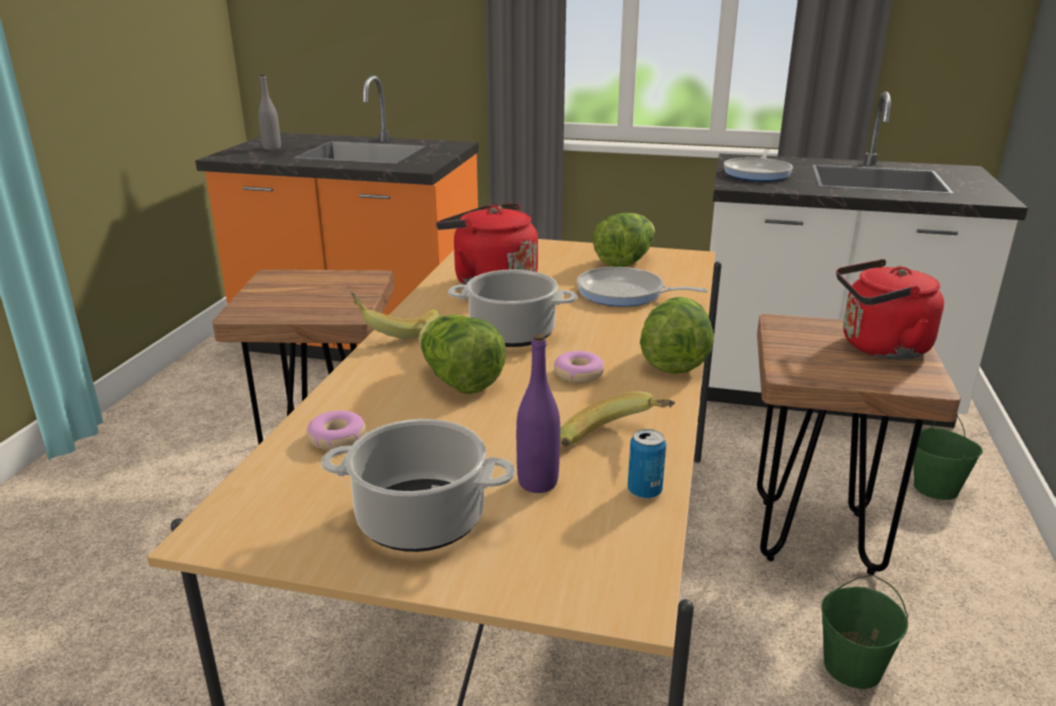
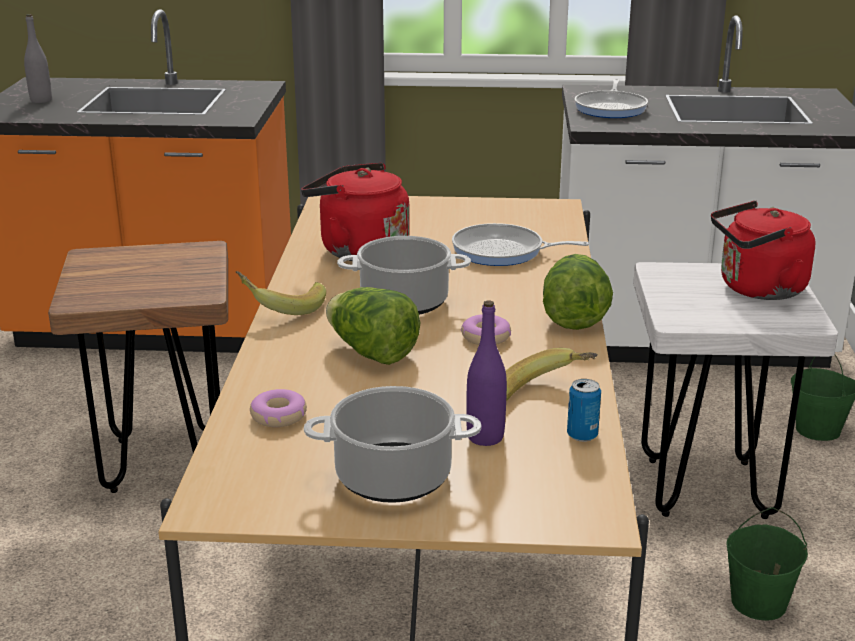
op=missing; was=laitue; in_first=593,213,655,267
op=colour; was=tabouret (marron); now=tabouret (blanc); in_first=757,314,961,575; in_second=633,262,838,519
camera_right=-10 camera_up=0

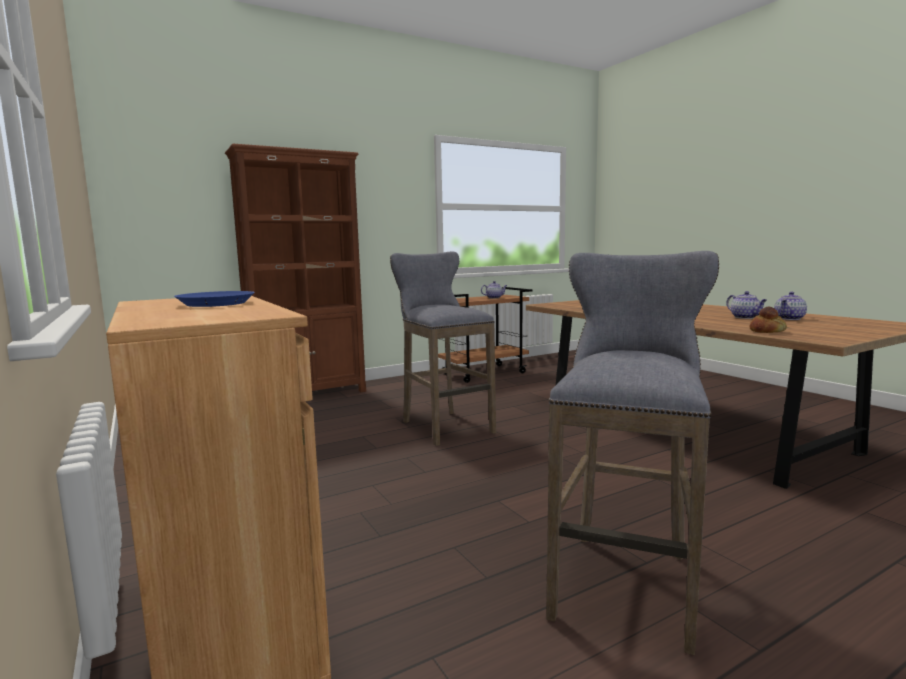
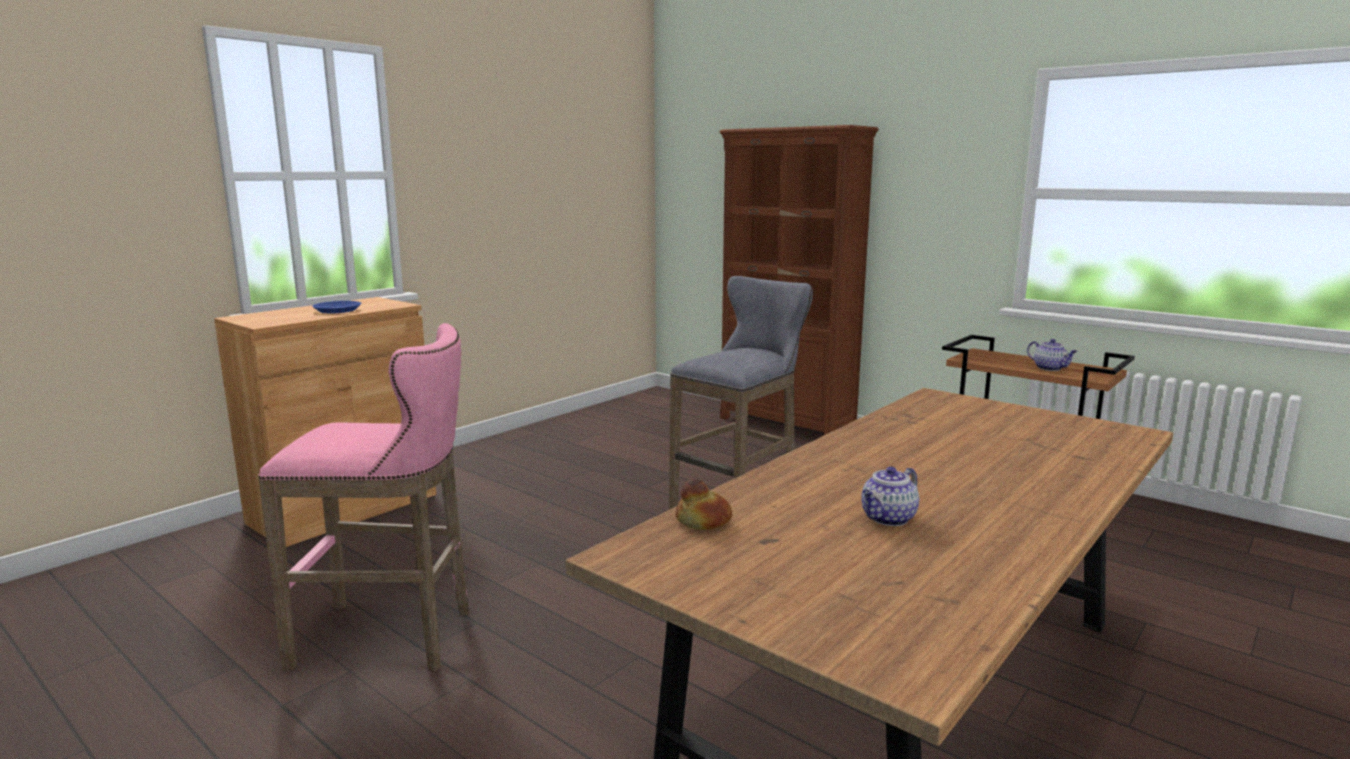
op=colour; was=tabouret (gris); now=tabouret (rose); in_first=546,251,719,655; in_second=259,323,470,671
op=missing; was=théière; in_first=774,292,807,320
camera_right=70 camera_up=5

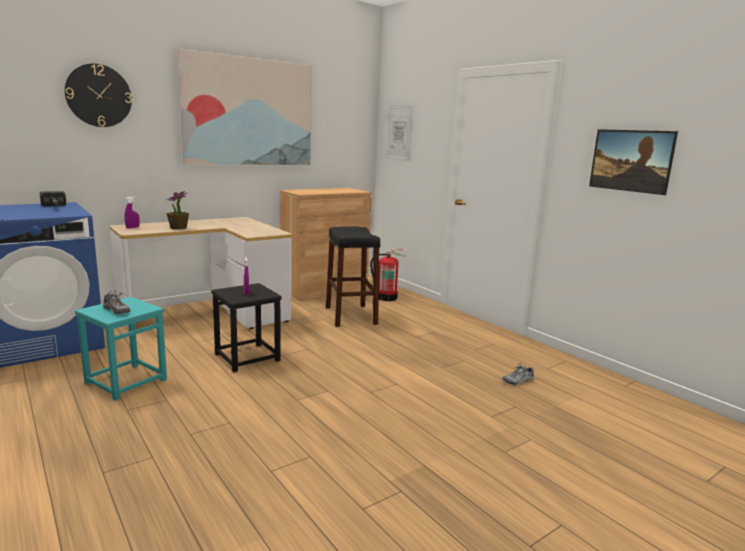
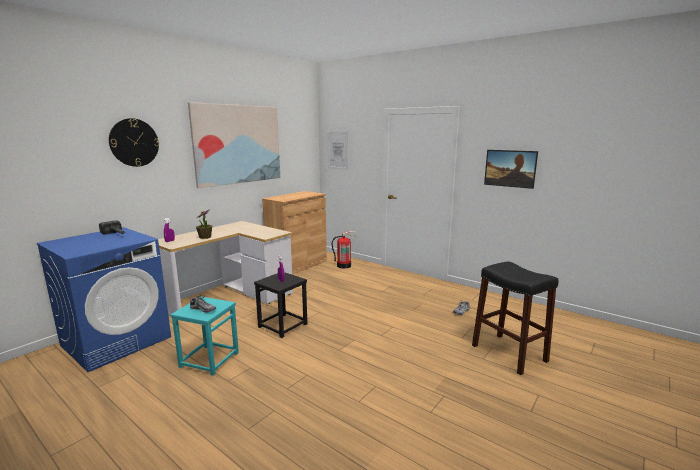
op=relocated; was=tabouret (noir); in_first=326,226,381,327; in_second=472,261,558,375
camera_right=-15 camera_up=0

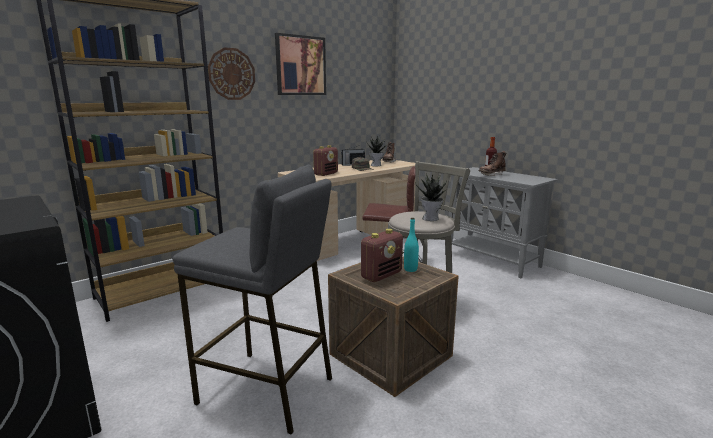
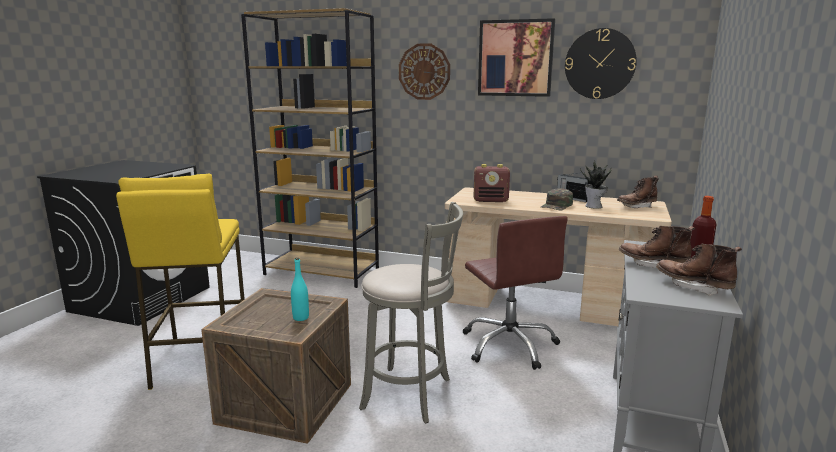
op=colour; was=tabouret (gris); now=tabouret (jaune); in_first=172,164,332,435; in_second=116,174,245,390
op=missing; was=plante en pot; in_first=415,173,447,221
op=missing; was=radio; in_first=361,229,403,282
op=appeared; now=horloge murale; in_second=565,28,637,99
op=appeared; now=botte (marron); in_second=656,244,742,296
camera_right=60 camera_up=0

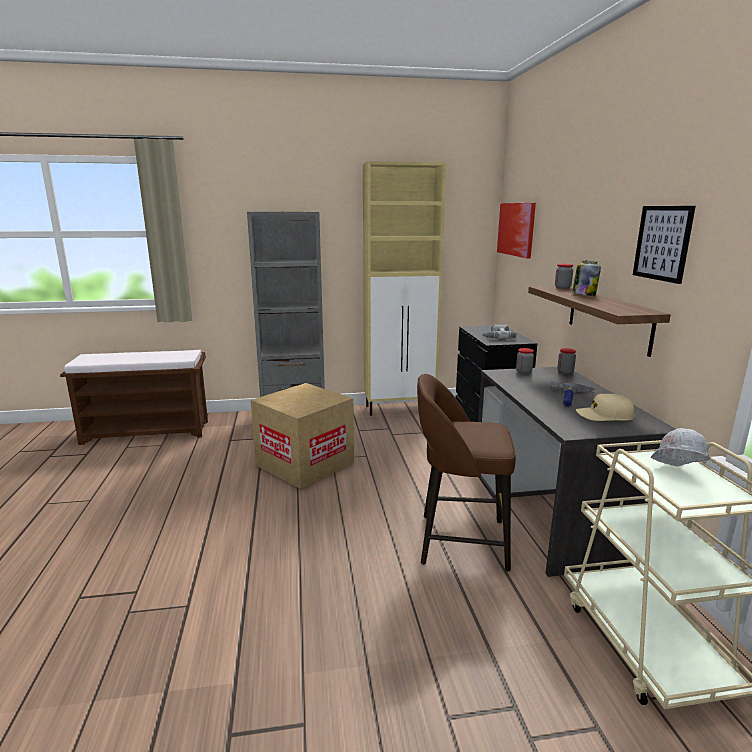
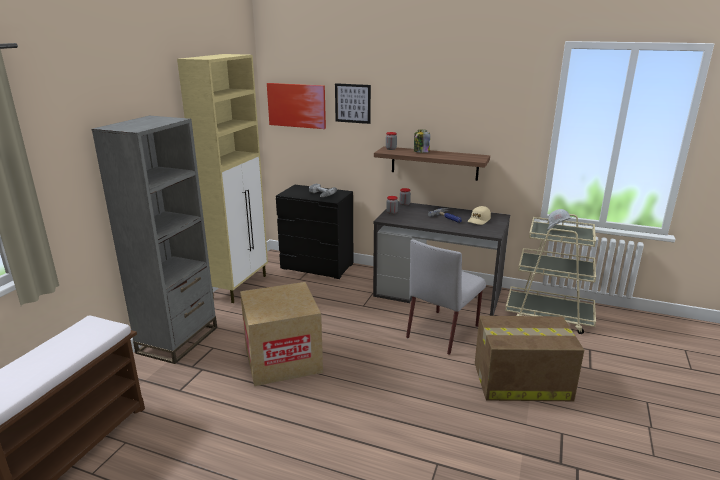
op=relocated; was=tableau; in_first=633,206,696,284; in_second=335,83,371,124
op=exchanged; was=tabouret (marron); now=chaise (gris); in_first=417,374,516,571; in_second=406,239,486,355
op=appeared; now=carton; in_second=475,316,584,401
camera_right=-60 camera_up=5

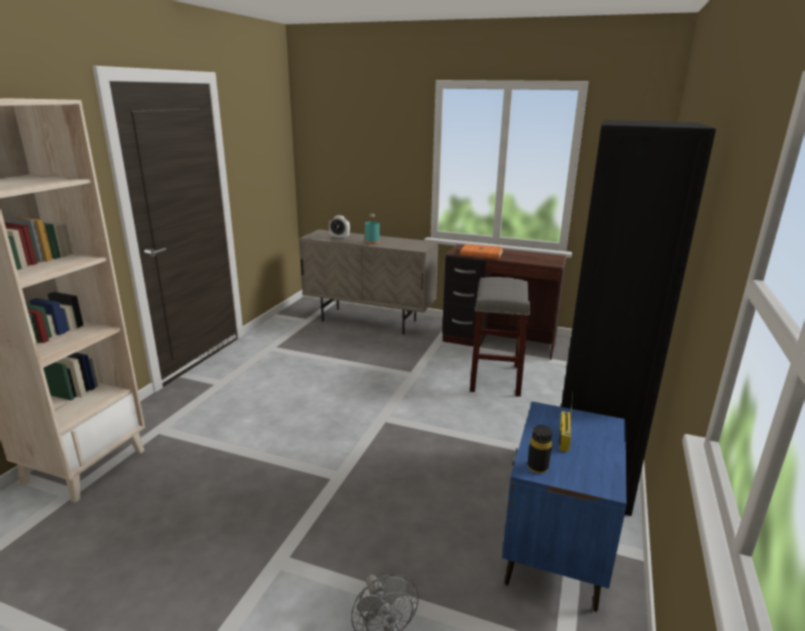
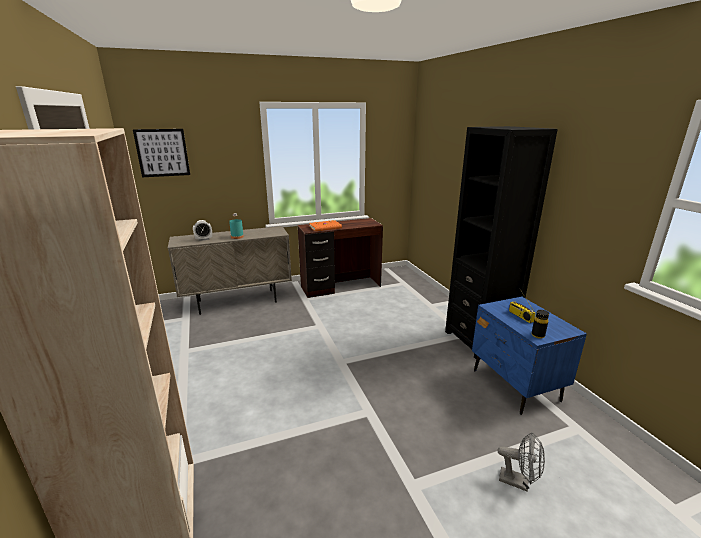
op=missing; was=tabouret (gris); in_first=470,277,530,397
op=appeared; now=tableau; in_second=133,129,190,177
camera_right=-40 camera_up=0

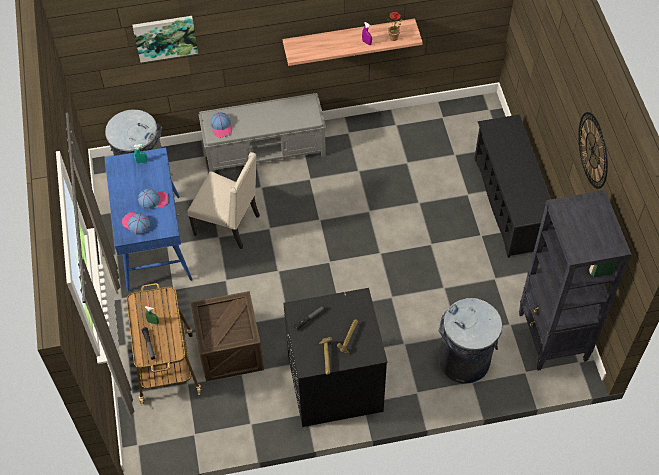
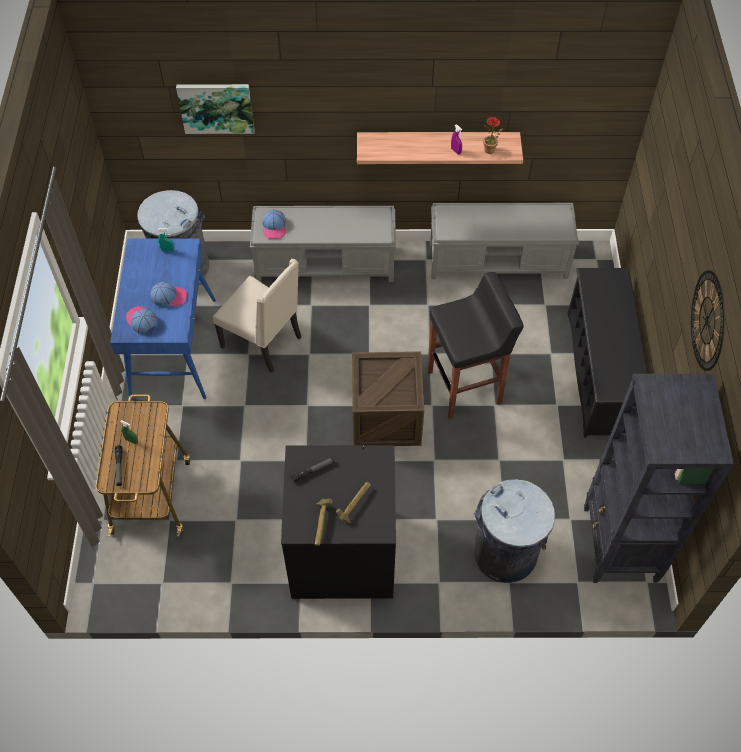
op=relocated; was=caisse; in_first=191,291,264,382; in_second=352,351,424,446
op=appeared; now=banc (gris); in_second=430,203,579,279
op=appeared; now=tabouret (noir); in_second=428,272,524,420
camera_right=10 camera_up=0

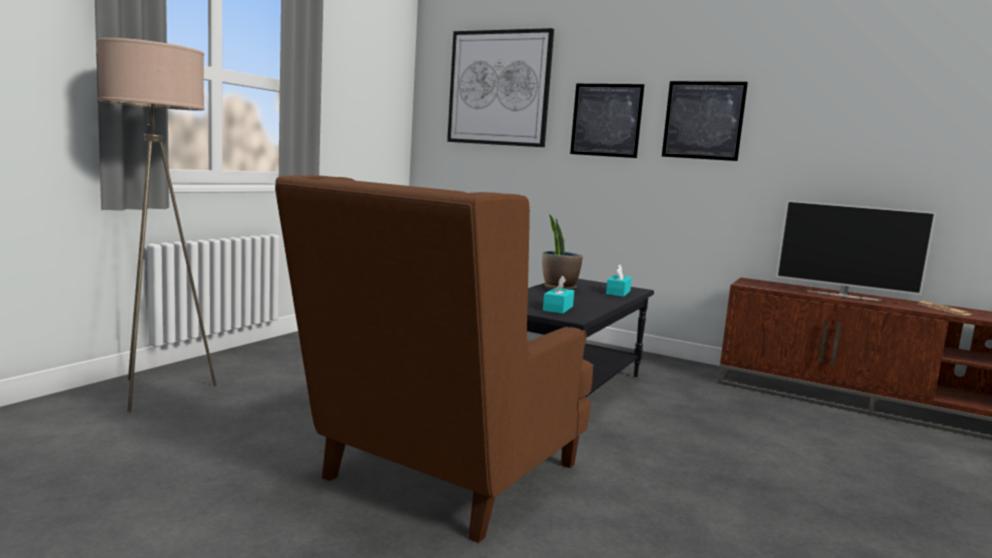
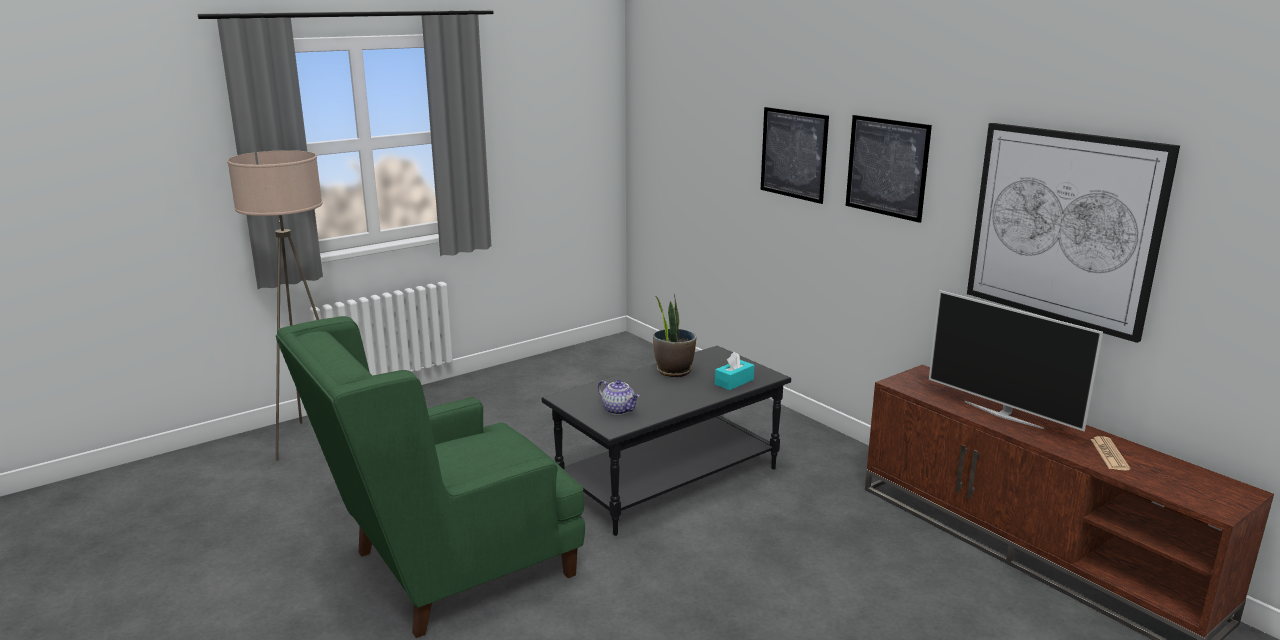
op=relocated; was=tableau; in_first=447,28,554,147; in_second=967,123,1180,343
op=colour; was=fauteuil (marron); now=fauteuil (vert); in_first=275,175,594,543; in_second=276,316,585,638
op=exchanged; was=boîte à mouchoirs (turquoise); now=théière; in_first=543,276,574,314; in_second=598,380,640,415
camera_right=25 camera_up=10

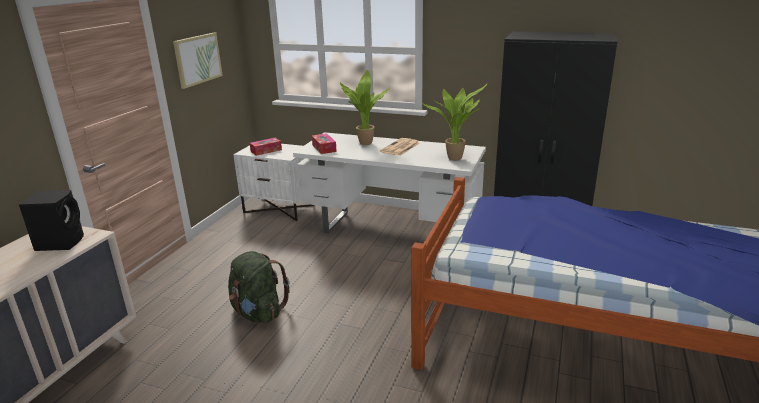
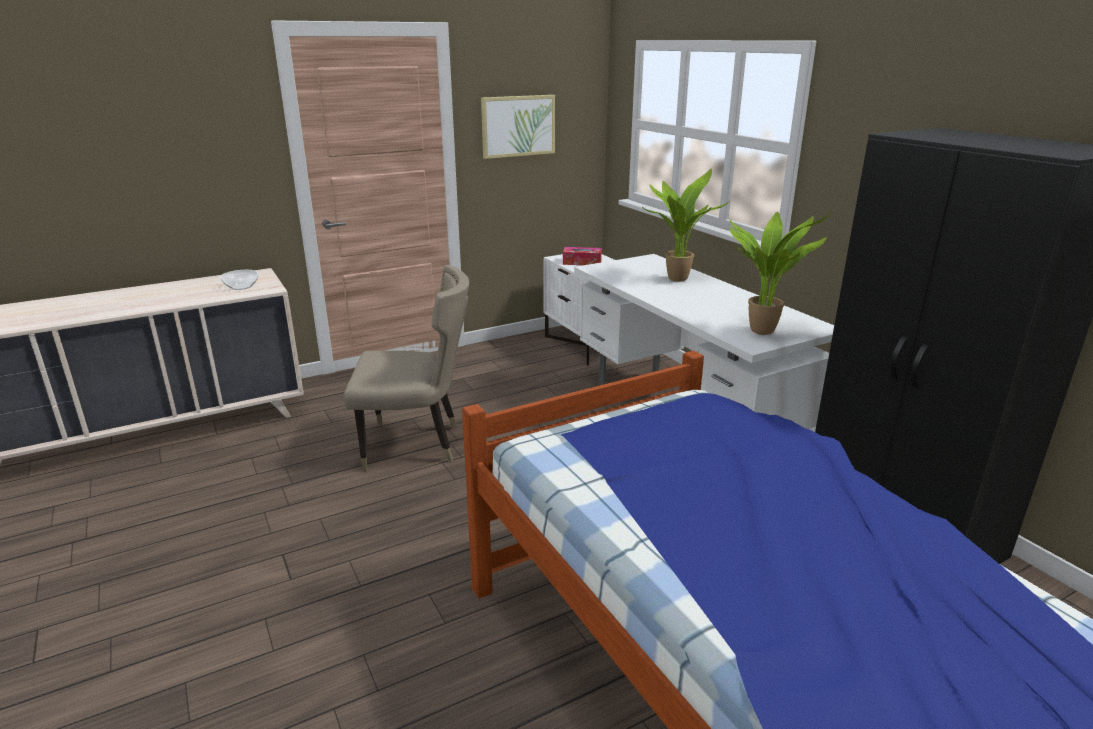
op=missing; was=boîte à mouchoirs; in_first=312,133,337,154
op=missing; was=journal; in_first=380,138,419,156
op=exchanged; was=enceinte (noir); now=bol; in_first=19,190,84,251; in_second=220,270,258,290
op=exchanged; was=sac à dos (vert); now=chaise (beige); in_first=228,251,289,323; in_second=344,265,469,472
camera_right=40 camera_up=0

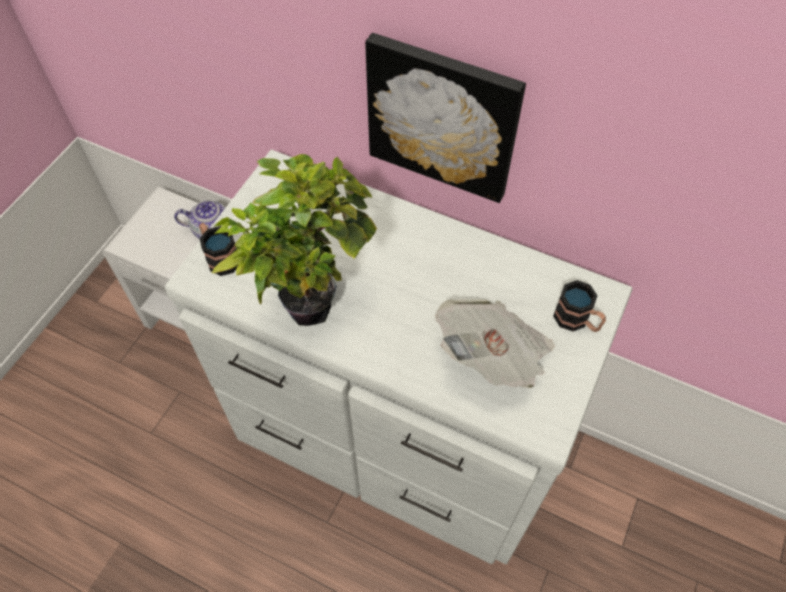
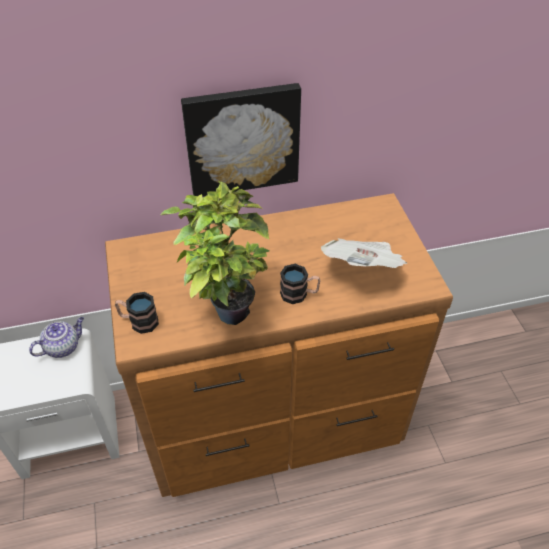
op=colour; was=commode (blanc); now=commode (marron); in_first=165,150,633,564; in_second=105,193,453,497
op=relocated; was=mug; in_first=553,280,606,332; in_second=280,264,320,304
camera_right=-40 camera_up=-10

